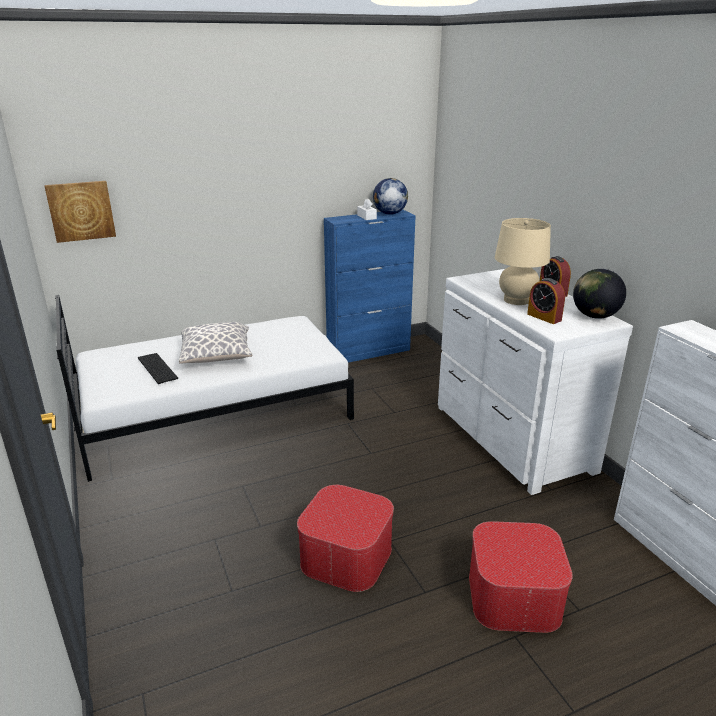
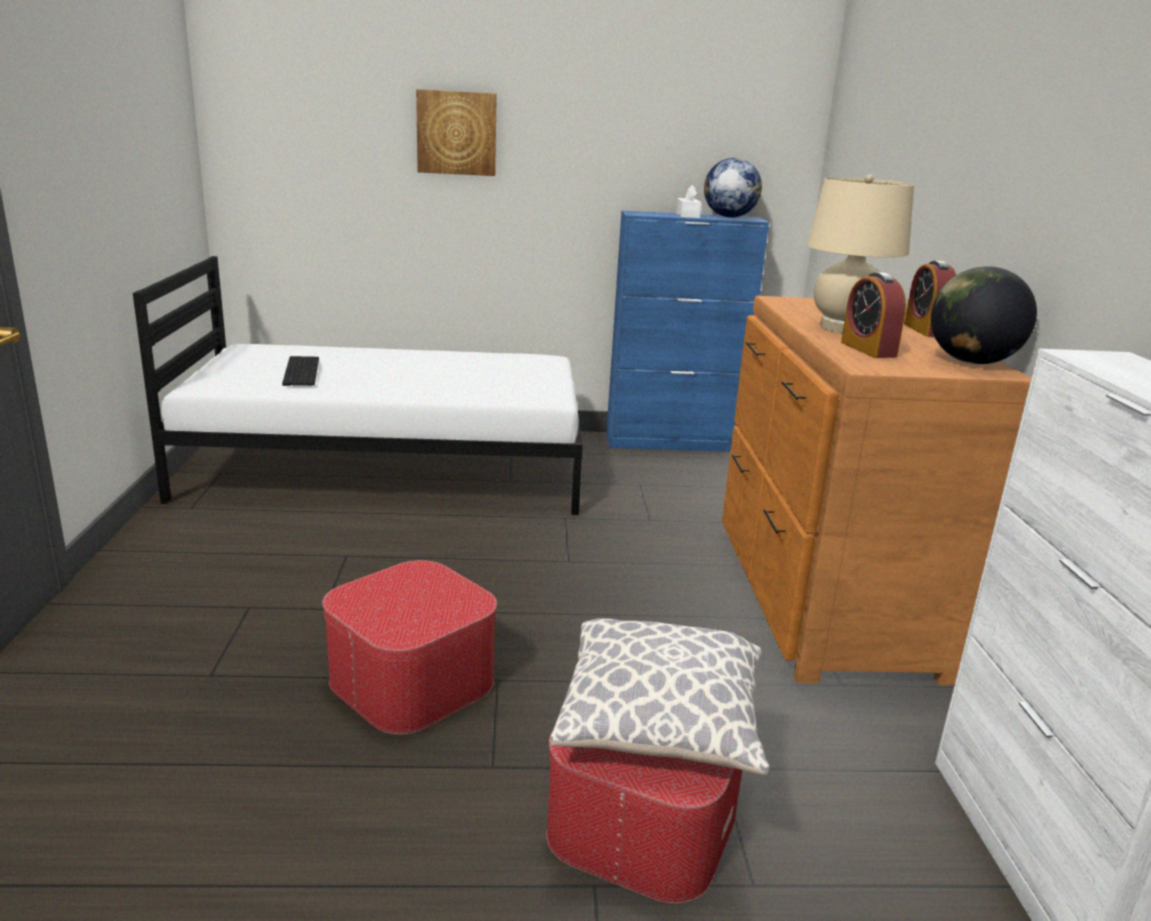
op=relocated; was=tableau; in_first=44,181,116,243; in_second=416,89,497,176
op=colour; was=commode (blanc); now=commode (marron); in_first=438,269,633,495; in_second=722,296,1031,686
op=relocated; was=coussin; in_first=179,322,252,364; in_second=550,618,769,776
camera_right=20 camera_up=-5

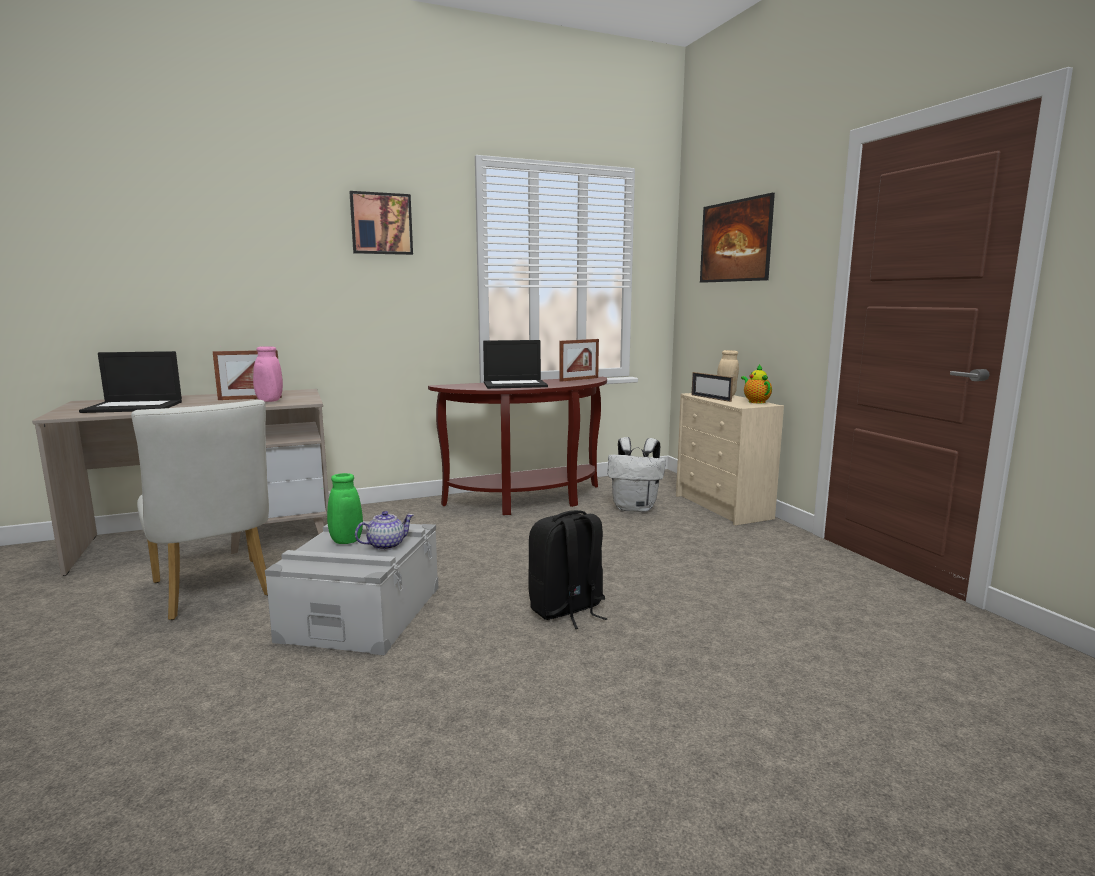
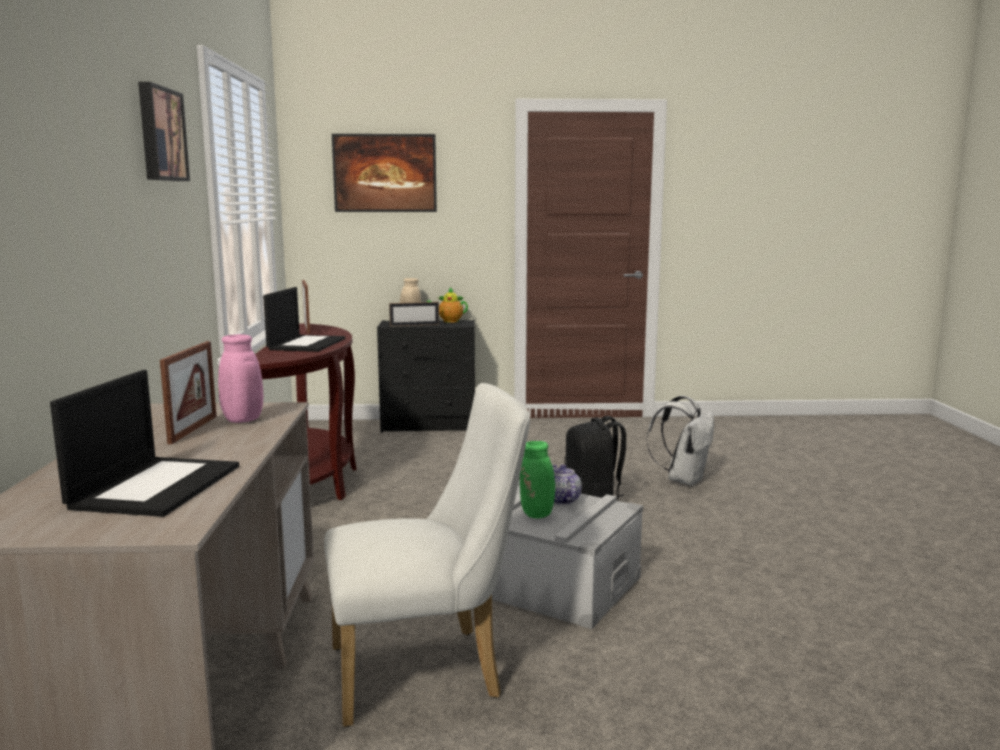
op=colour; was=commode (beige); now=commode (noir); in_first=676,393,784,526; in_second=377,320,475,433
op=relocated; was=sac à dos (blanc); in_first=608,437,666,512; in_second=646,395,714,486
camera_right=-70 camera_up=0

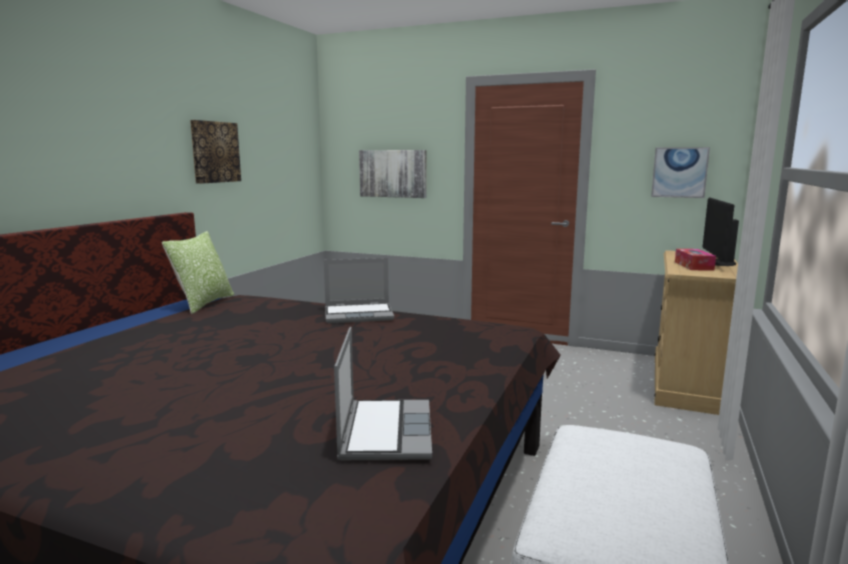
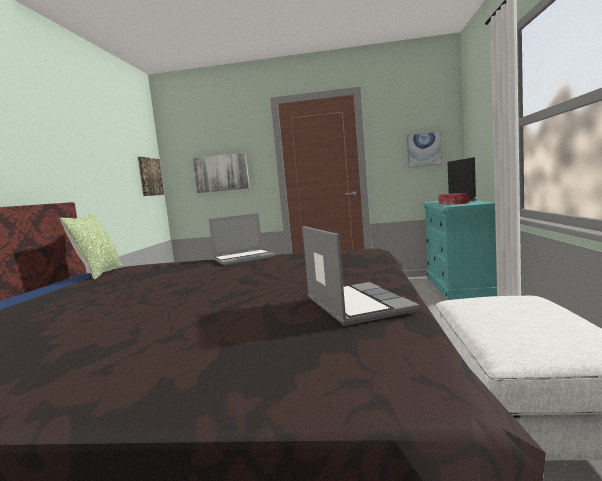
op=relocated; was=tableau; in_first=190,120,241,184; in_second=138,157,164,196
op=colour; was=commode (beige); now=commode (turquoise); in_first=655,250,738,415; in_second=422,200,497,300
camera_right=-15 camera_up=-5

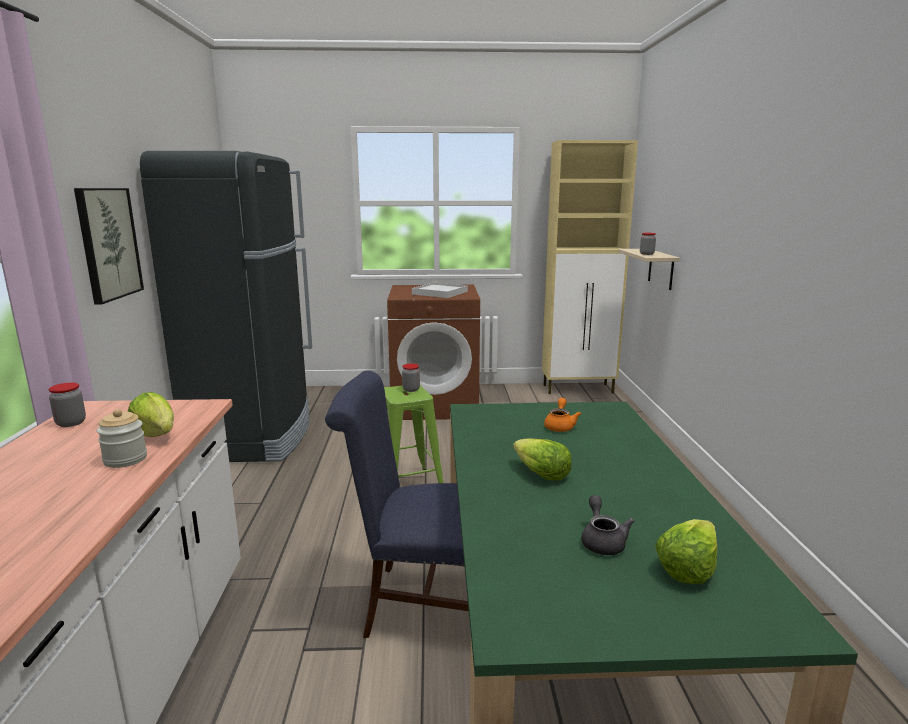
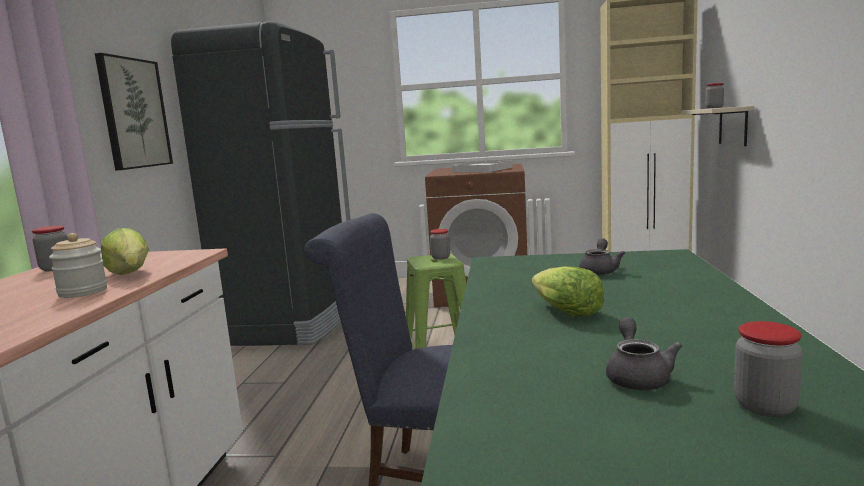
op=colour; was=théière (orange); now=théière (gris); in_first=544,398,581,432; in_second=579,238,625,276
op=exchanged; was=laitue; now=bocal; in_first=655,519,717,584; in_second=734,321,803,417
camera_right=10 camera_up=-5

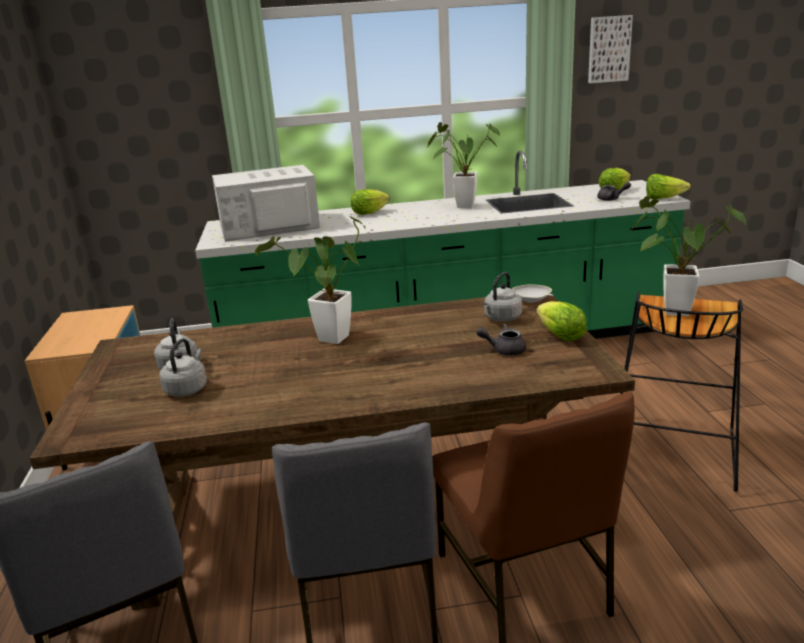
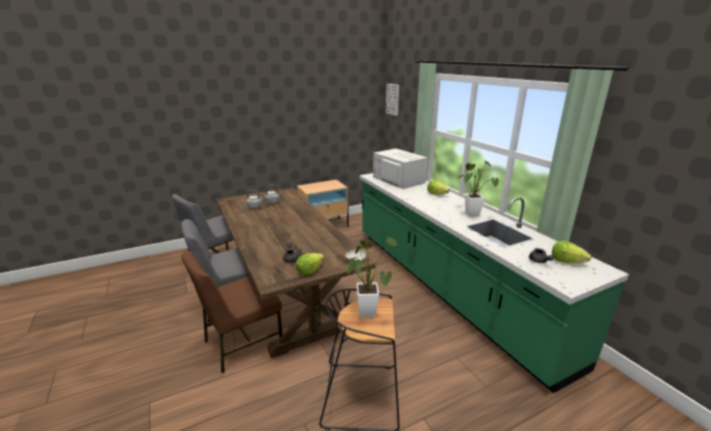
op=relocated; was=tableau; in_first=588,15,633,83; in_second=386,84,399,116
op=missing; was=laitue; in_first=646,174,691,199
op=missing; was=plante en pot; in_first=255,216,365,344
op=missing; was=bouilloire (gris); in_first=484,272,522,322
camera_right=70 camera_up=0

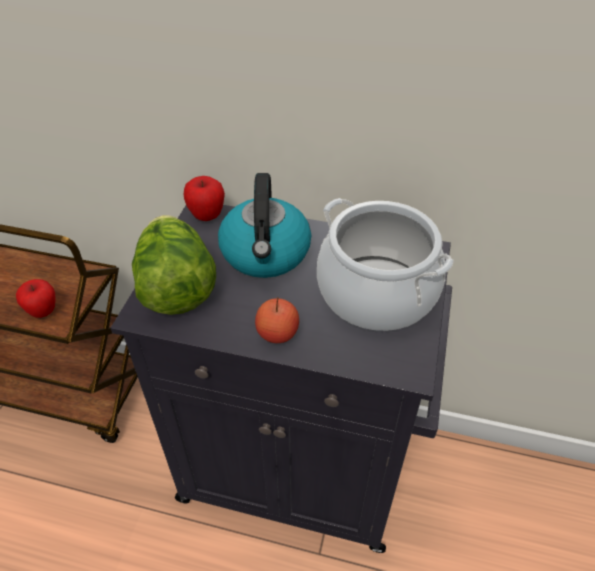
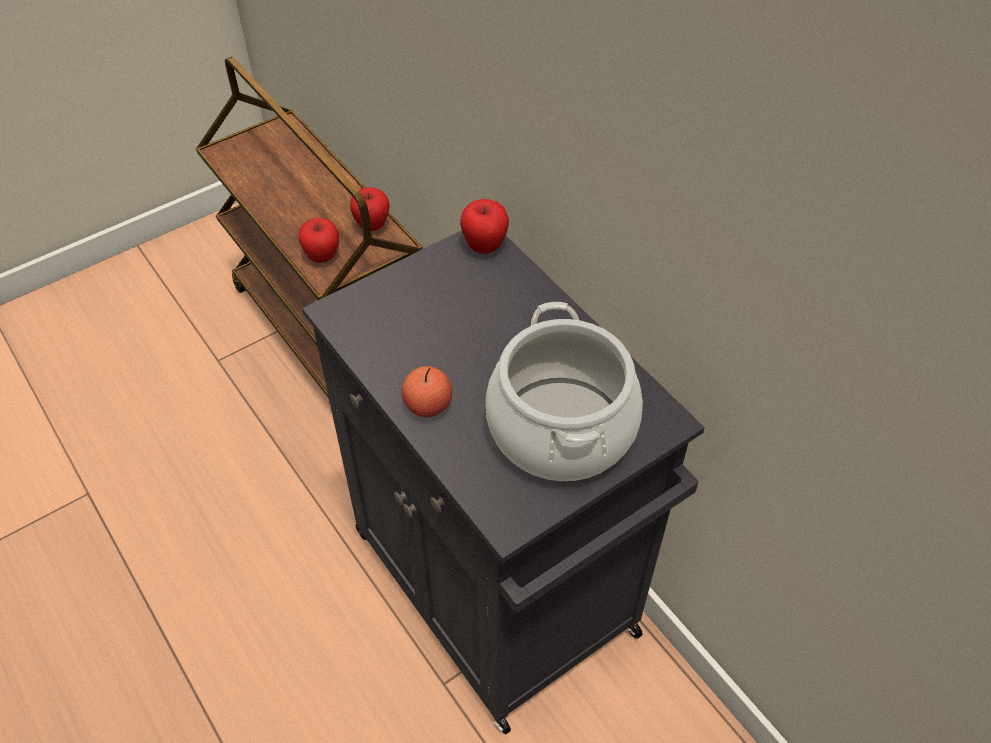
op=missing; was=bouilloire; in_first=218,173,311,278
op=missing; was=laitue; in_first=132,215,216,315
op=appeared; now=pomme; in_second=350,187,390,231
camera_right=40 camera_up=5

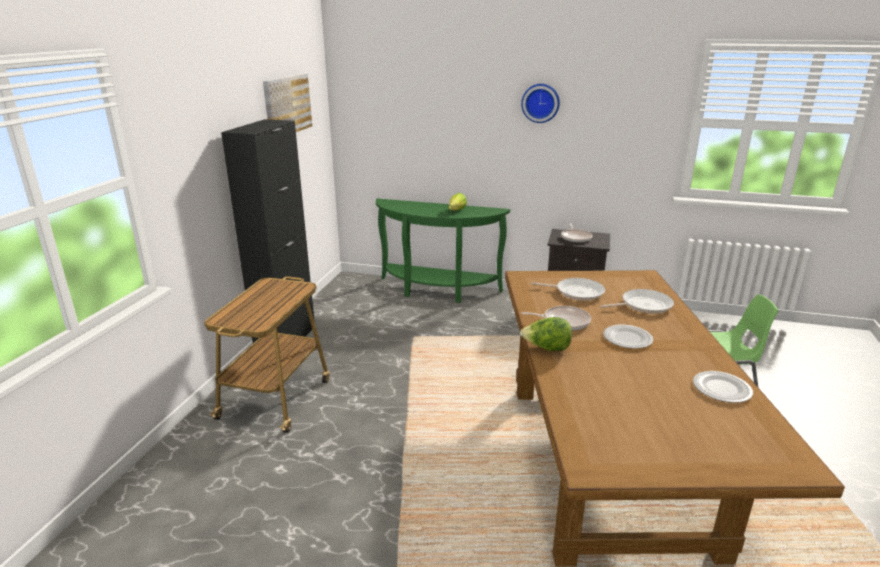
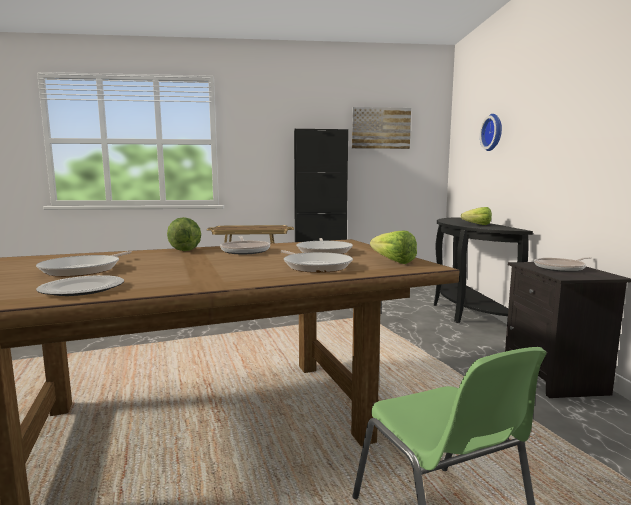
op=relocated; was=horloge murale; in_first=521,84,560,123; in_second=480,114,502,151
op=colour; was=table console (vert); now=table console (noir); in_first=376,198,510,303; in_second=434,217,533,323
op=missing; was=assiette; in_first=603,324,653,349
op=appeared; now=laitue; in_second=370,231,417,264
op=appeared; now=poêle; in_second=36,251,132,277
camera_right=70 camera_up=-15

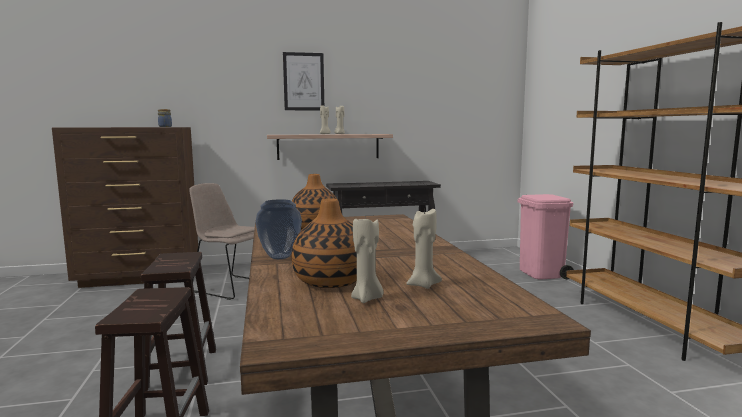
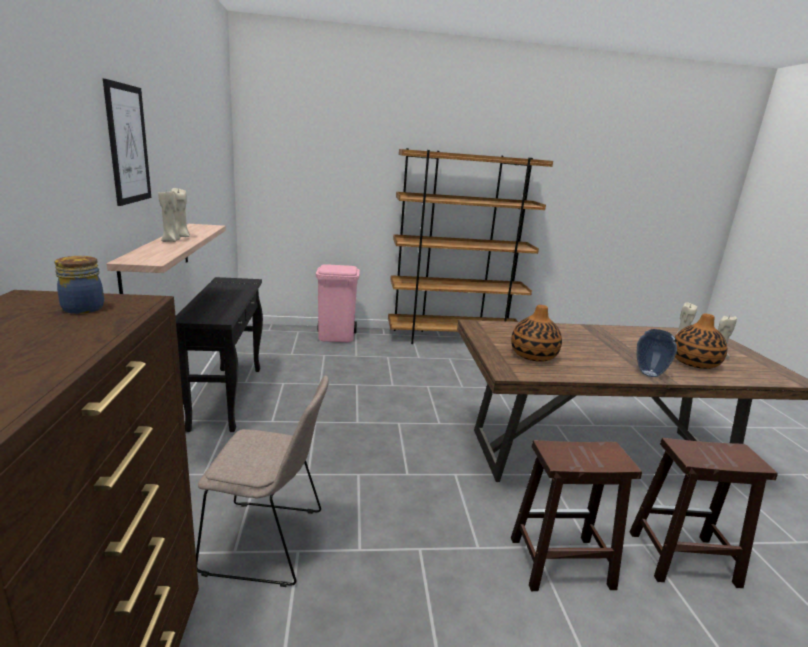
op=spun; was=chaise (beige); in_first=189,183,255,300; in_second=196,376,329,587; clockwise=-120
camera_right=-85 camera_up=10

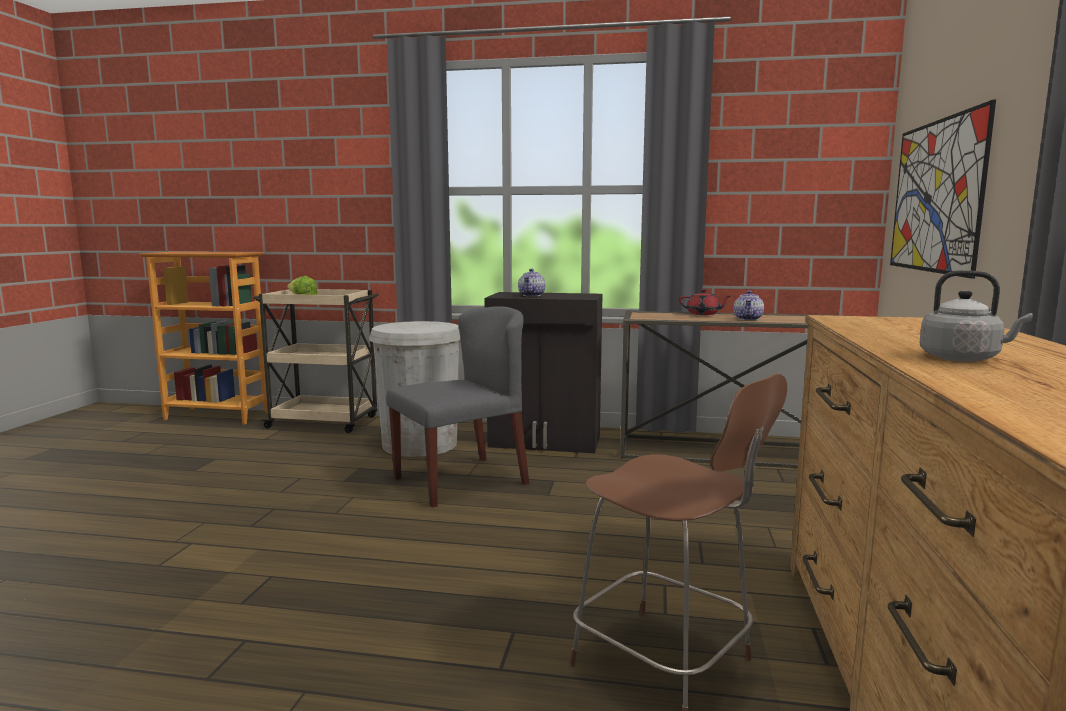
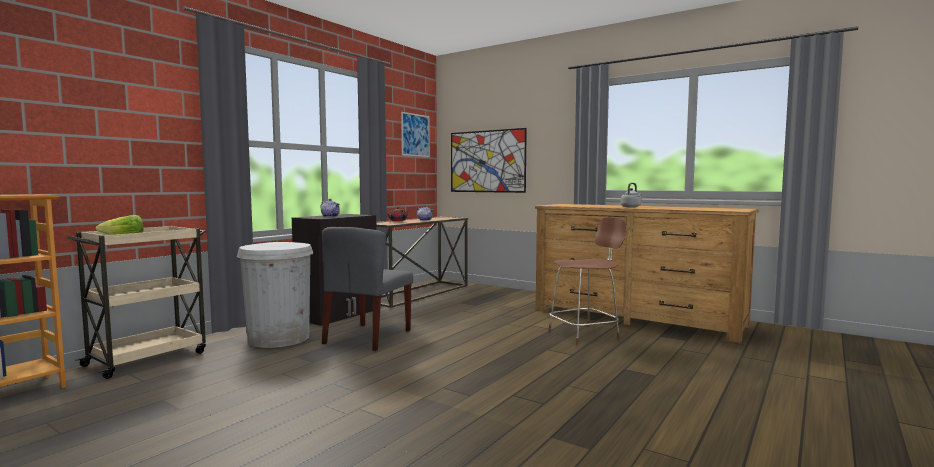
op=spun; was=chaise (gris); in_first=386,306,529,508; in_second=322,227,413,351; clockwise=-150
op=appeared; now=tableau; in_second=401,112,430,157
camera_right=-65 camera_up=-5

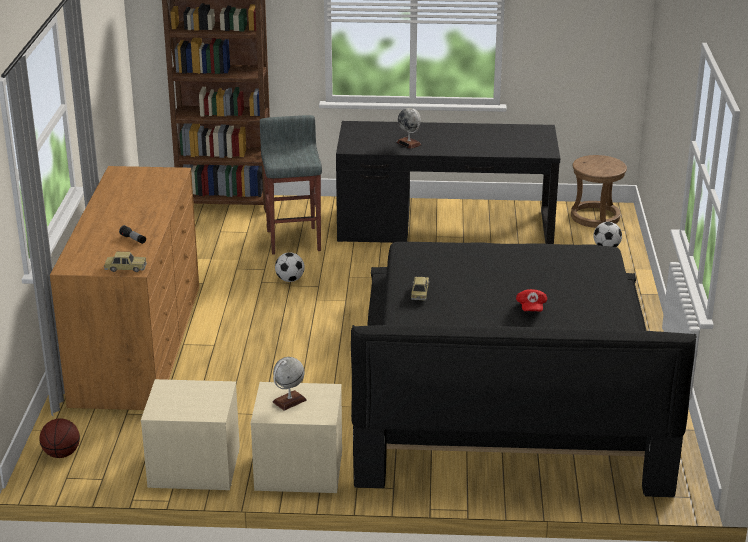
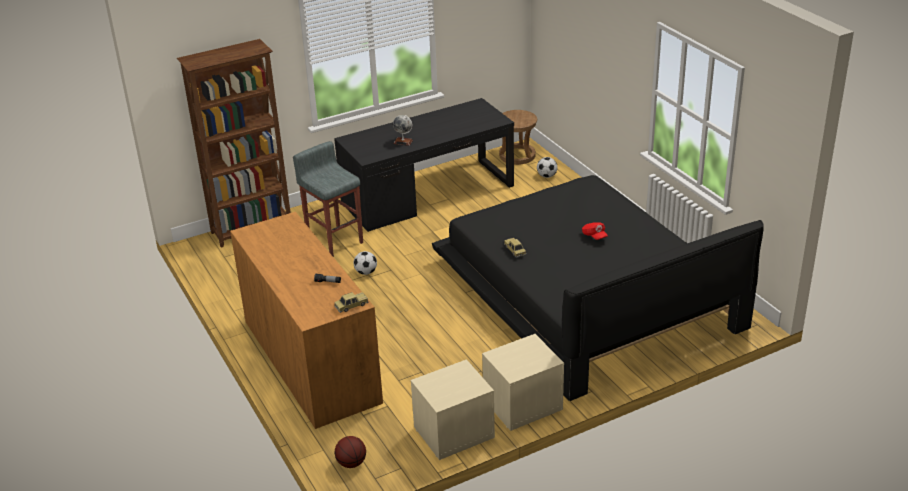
op=missing; was=globe; in_first=273,357,307,411
camera_right=-30 camera_up=5

